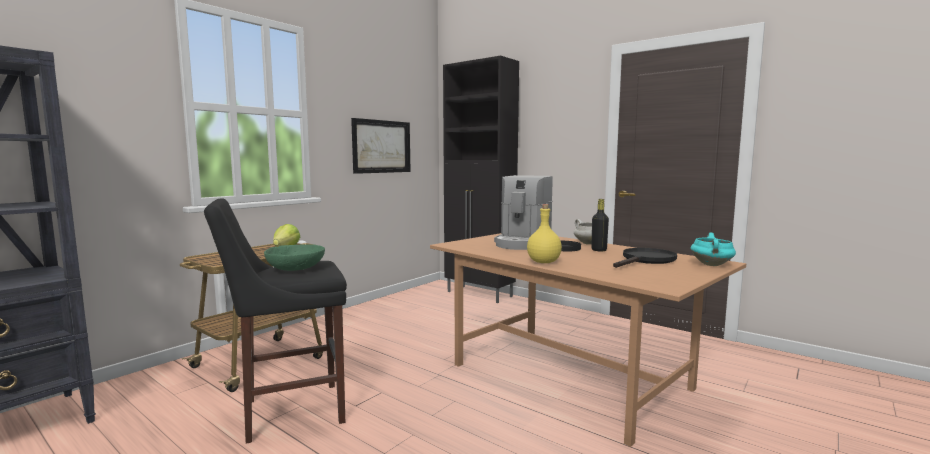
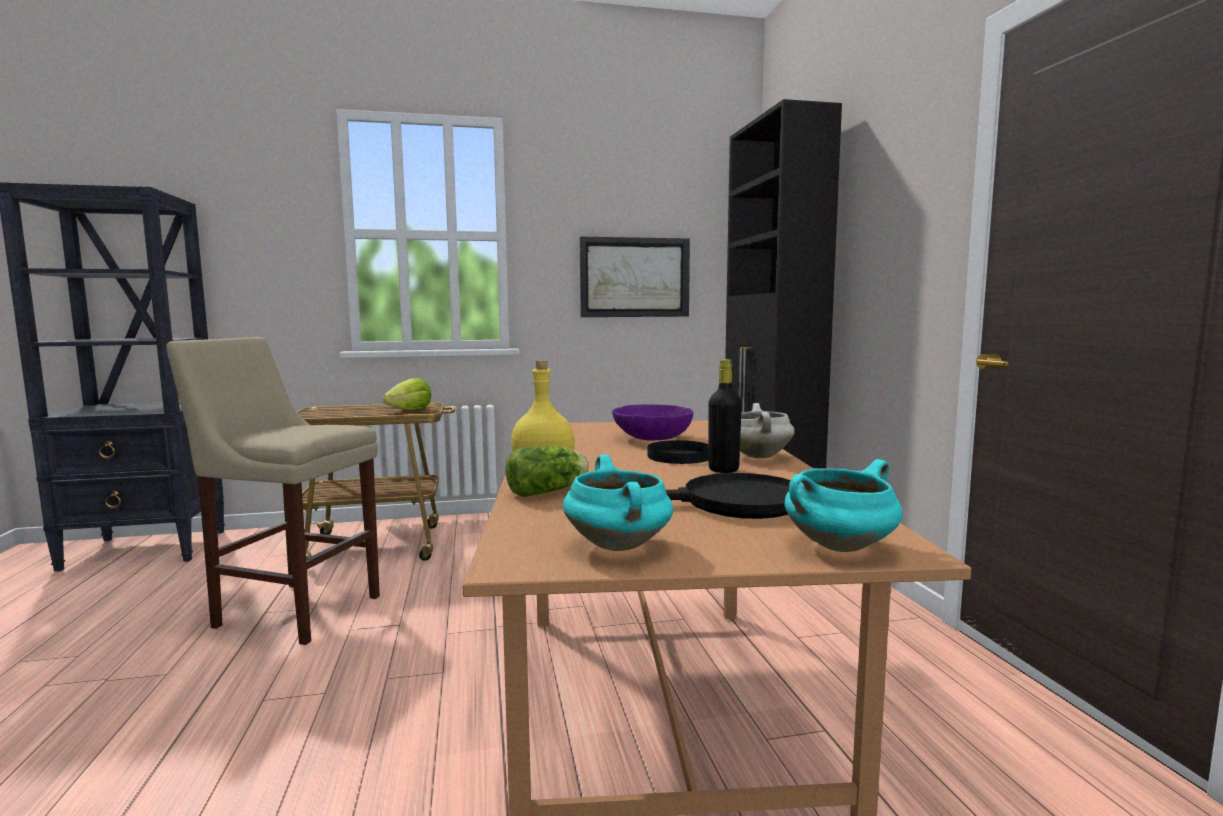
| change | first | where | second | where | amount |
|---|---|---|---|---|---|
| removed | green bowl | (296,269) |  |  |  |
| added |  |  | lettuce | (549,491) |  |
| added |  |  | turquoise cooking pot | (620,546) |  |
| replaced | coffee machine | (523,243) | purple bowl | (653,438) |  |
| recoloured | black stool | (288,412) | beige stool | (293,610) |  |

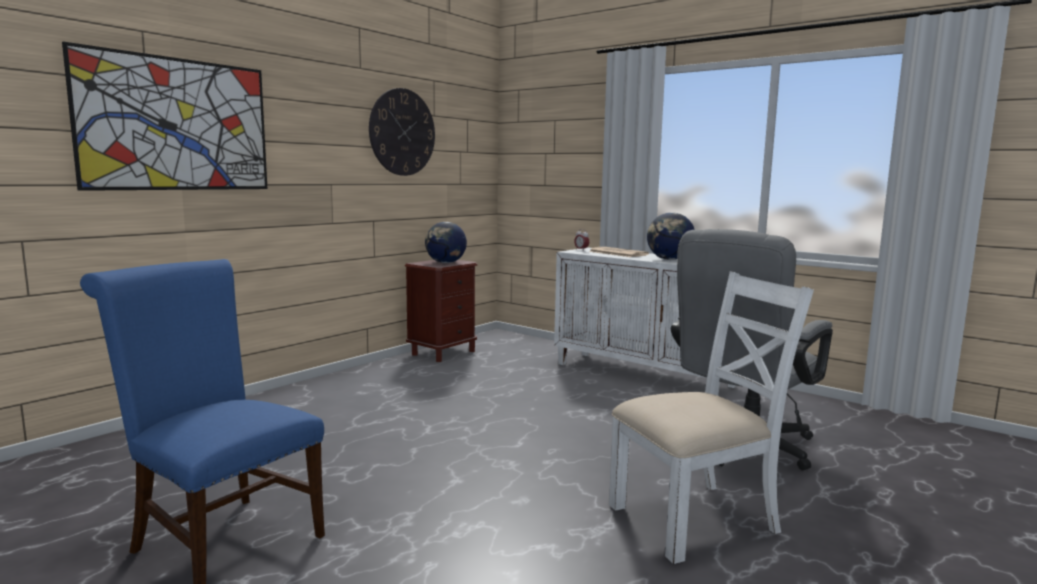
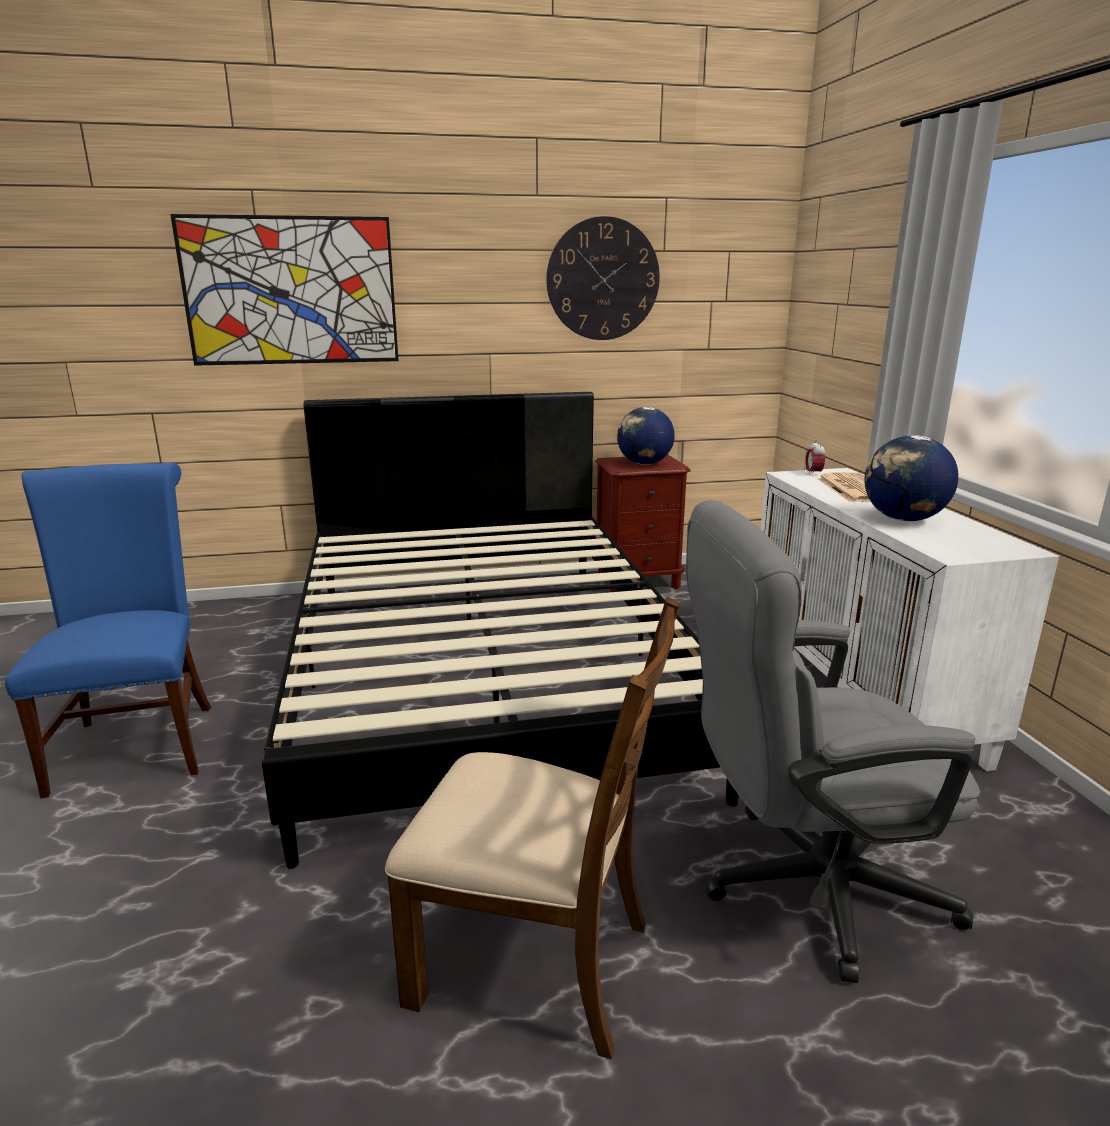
| change | first | where | second | where | amount |
|---|---|---|---|---|---|
| added |  |  | black bed | (485,673) |  |
| recoloured | white chair | (695,518) | brown chair | (534,961) |  |

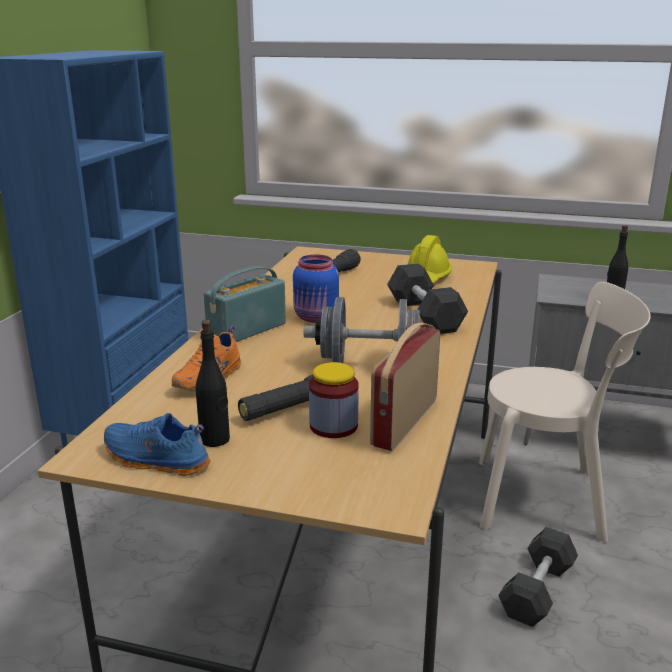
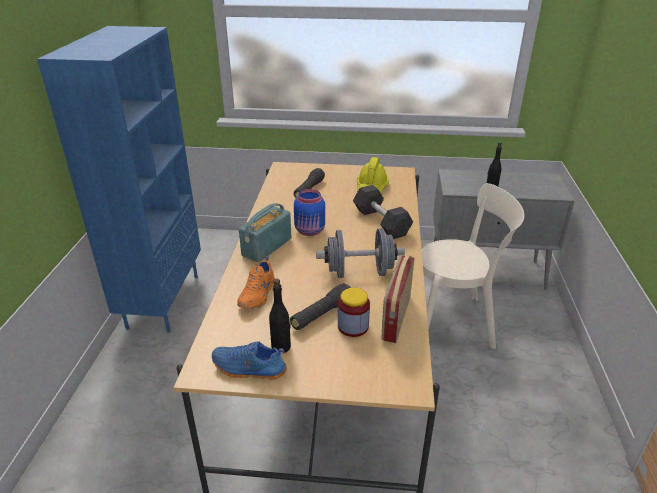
| change | first | where | second | where | amount |
|---|---|---|---|---|---|
| removed | grey dumbbell | (537,590) |  |  |  |

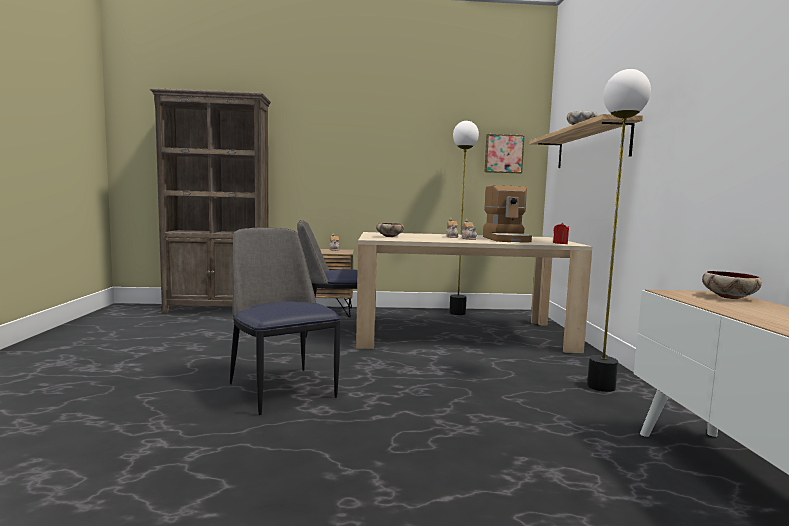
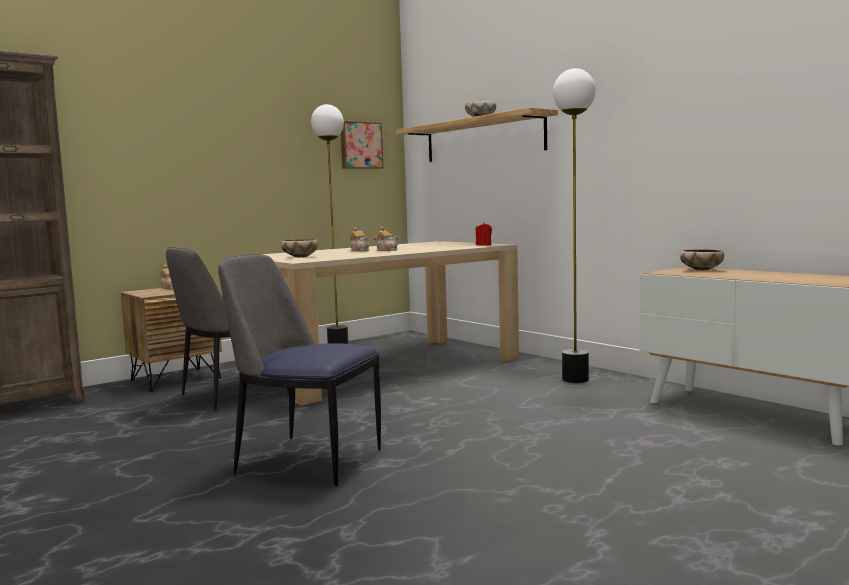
| change | first | where | second | where | amount |
|---|---|---|---|---|---|
| removed | coffee machine | (507,239) |  |  |  |

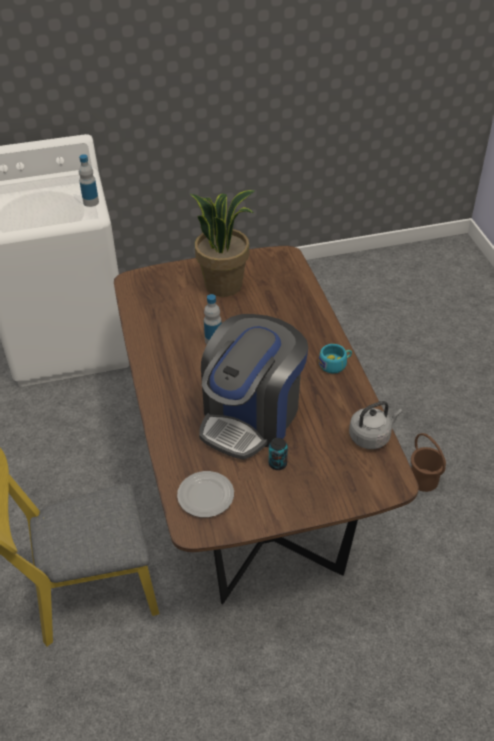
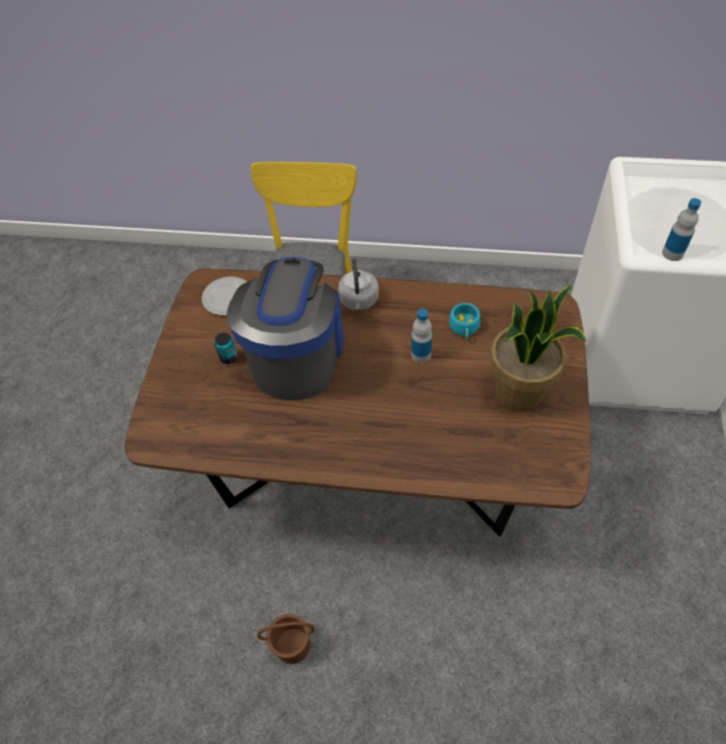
| change | first | where | second | where | amount |
|---|---|---|---|---|---|
| moved | turquoise cup | (335,364) |  | (464,329) |  |
| moved | grey kettle | (371,436) |  | (359,301) |  |
| turned | coffee machine | (251,416) |  | (296,355) | 45 degrees clockwise |

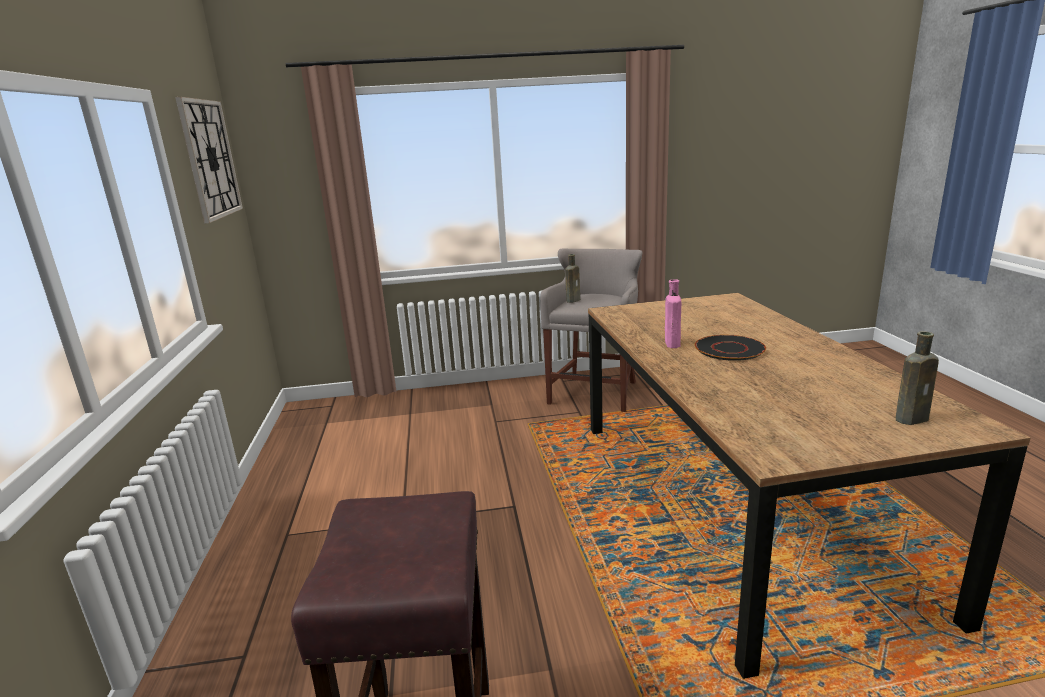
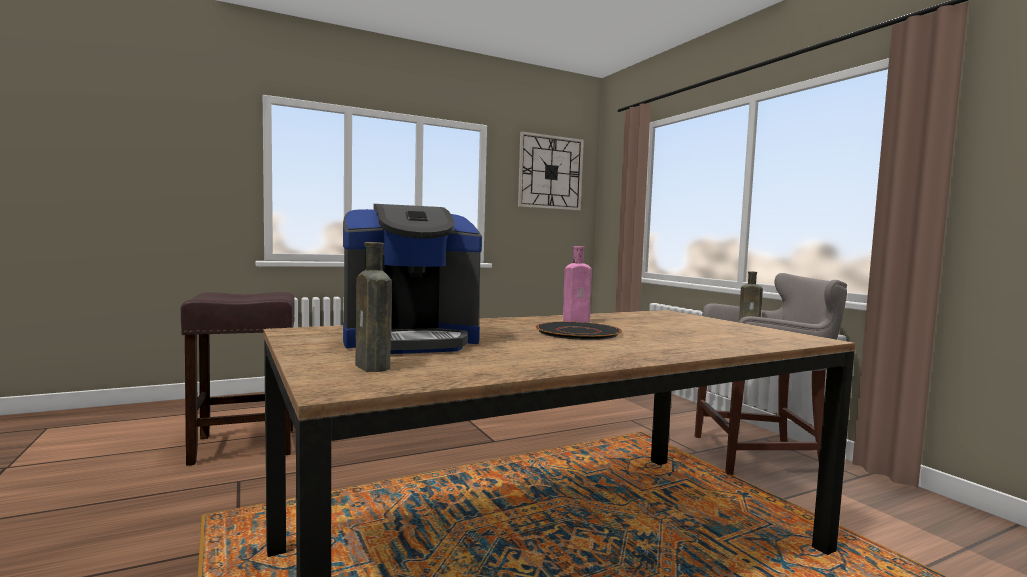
| change | first | where | second | where | amount |
|---|---|---|---|---|---|
| added |  |  | coffee machine | (411,341) |  |

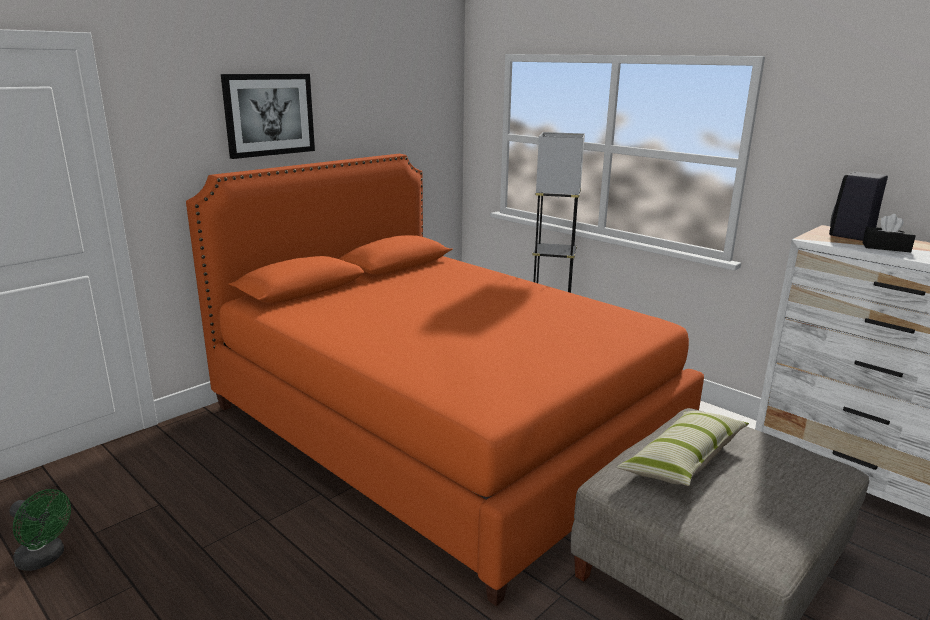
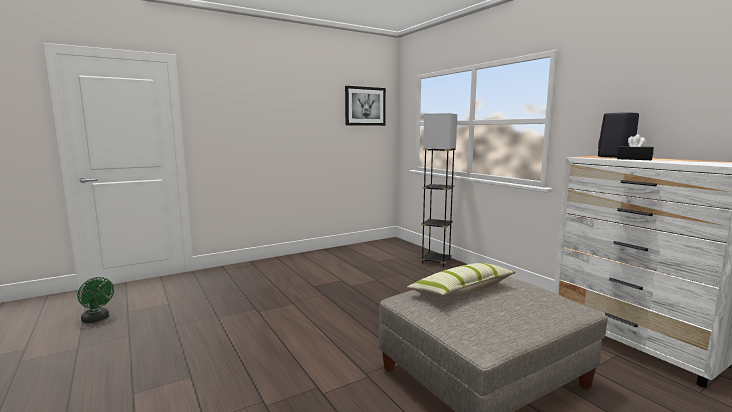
| change | first | where | second | where | amount |
|---|---|---|---|---|---|
| removed | orange bed | (441,427) |  |  |  |
| moved | picture | (269,114) |  | (365,106) |  |

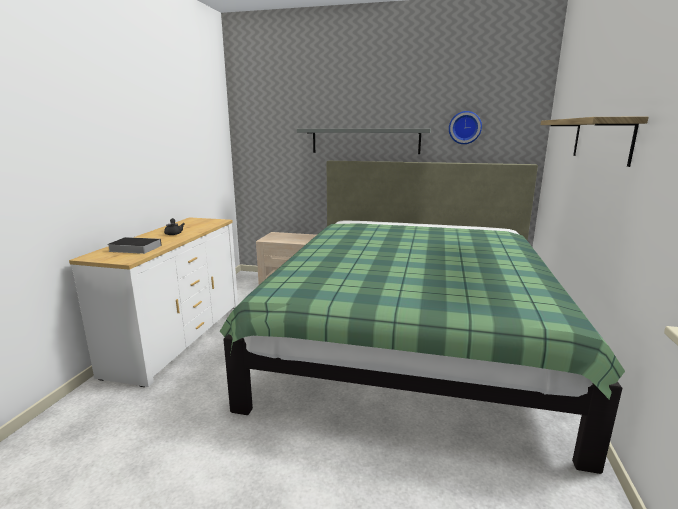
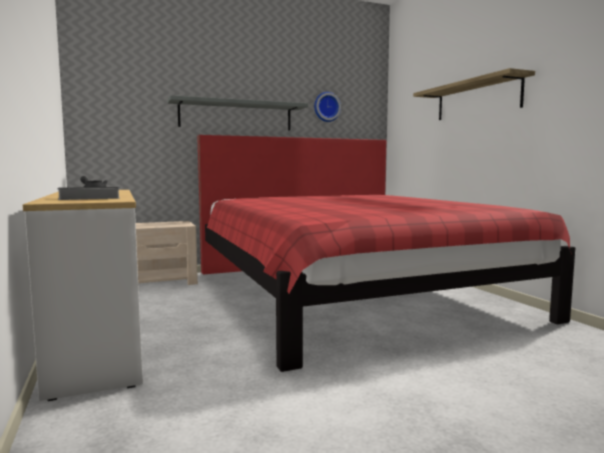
| change | first | where | second | where | amount |
|---|---|---|---|---|---|
| recoloured | green bed | (410,339) | red bed | (350,293) |  |

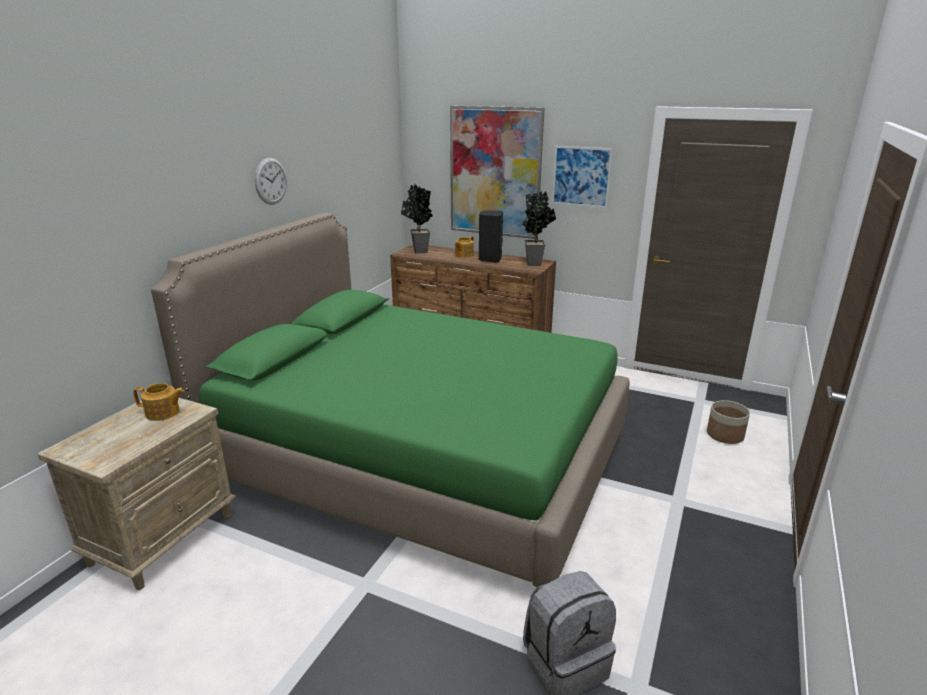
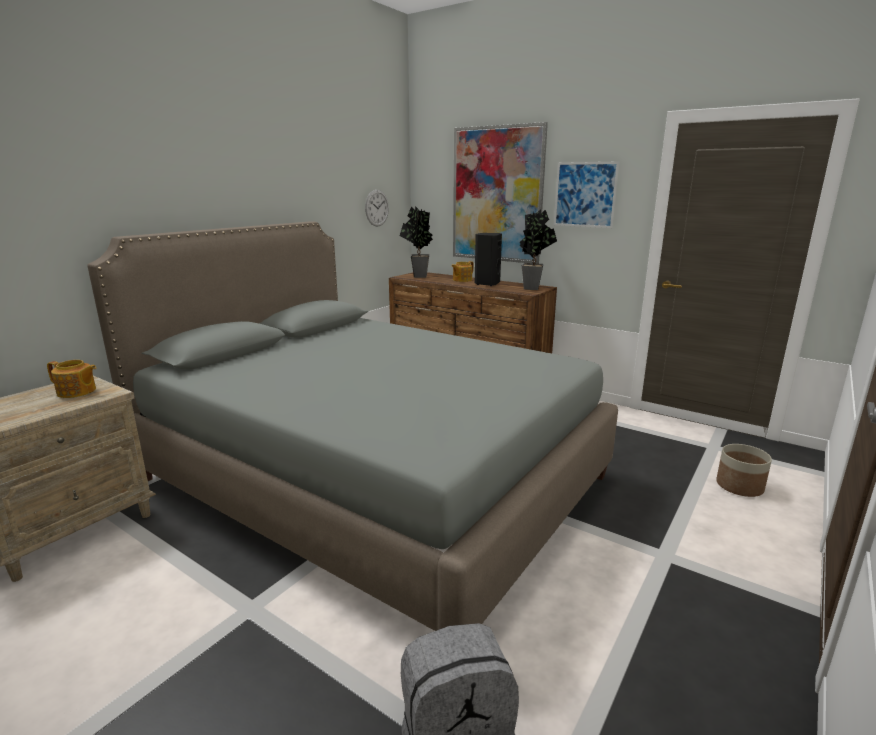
| change | first | where | second | where | amount |
|---|---|---|---|---|---|
| moved | wall clock | (271,181) |  | (377,208) |  |
| recoloured | green bed | (421,459) | grey bed | (373,478) |  |

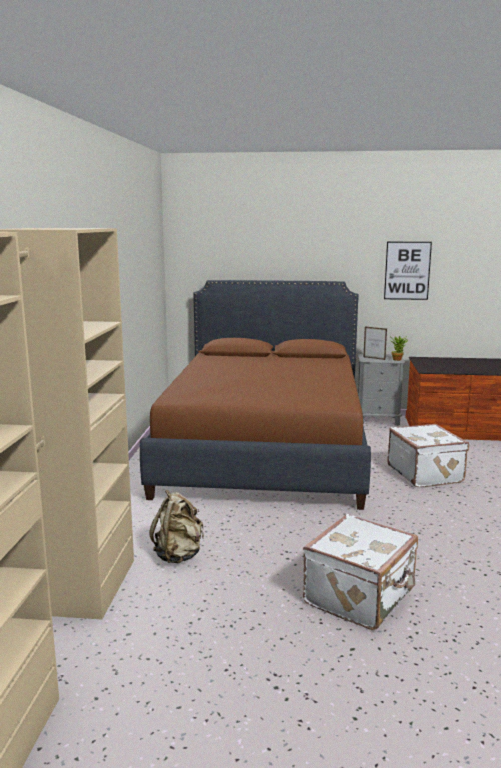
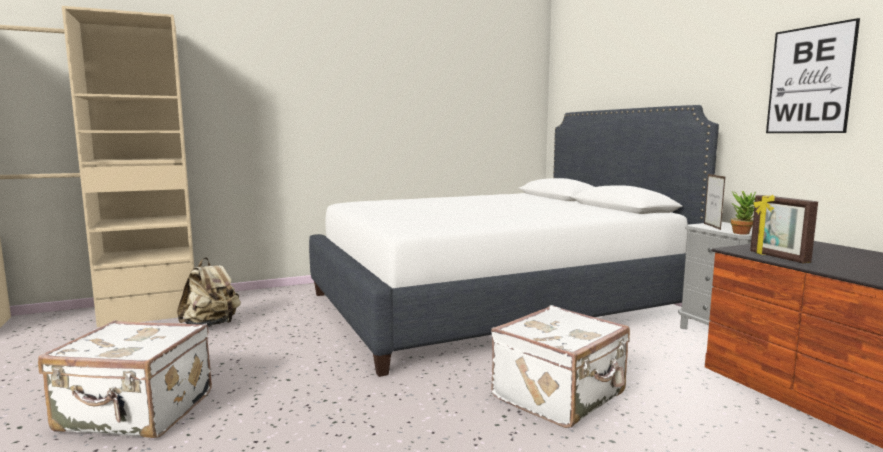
| change | first | where | second | where | amount |
|---|---|---|---|---|---|
| added |  |  | picture frame | (778,257) |  |
| recoloured | brown bed | (265,450) | white bed | (495,305) |  |

